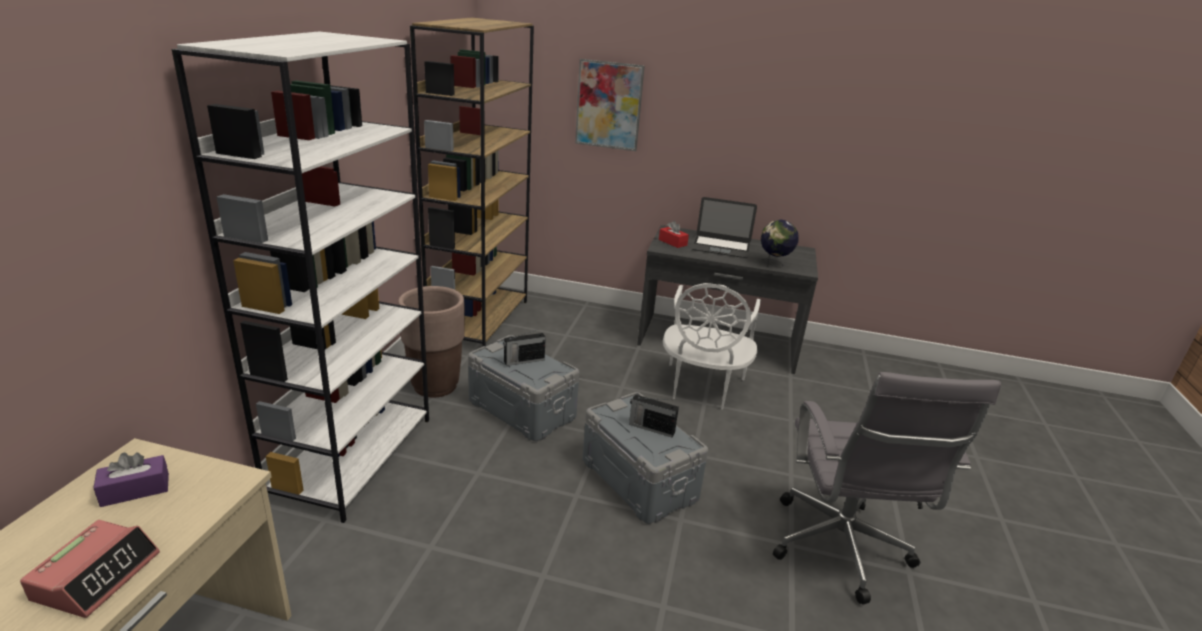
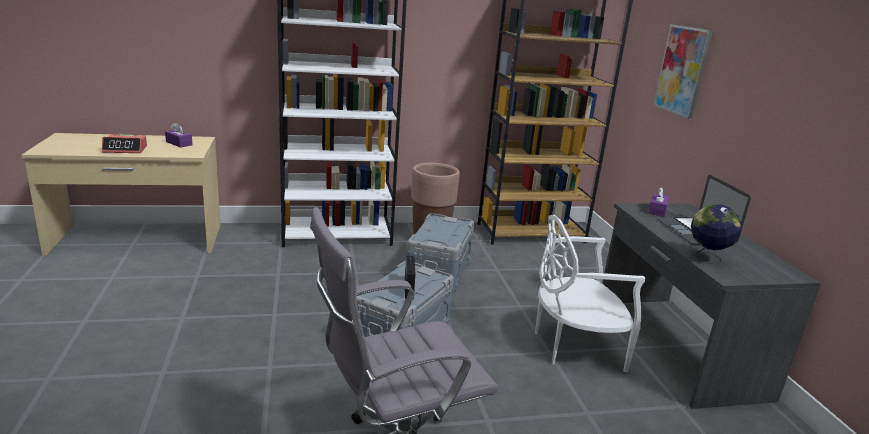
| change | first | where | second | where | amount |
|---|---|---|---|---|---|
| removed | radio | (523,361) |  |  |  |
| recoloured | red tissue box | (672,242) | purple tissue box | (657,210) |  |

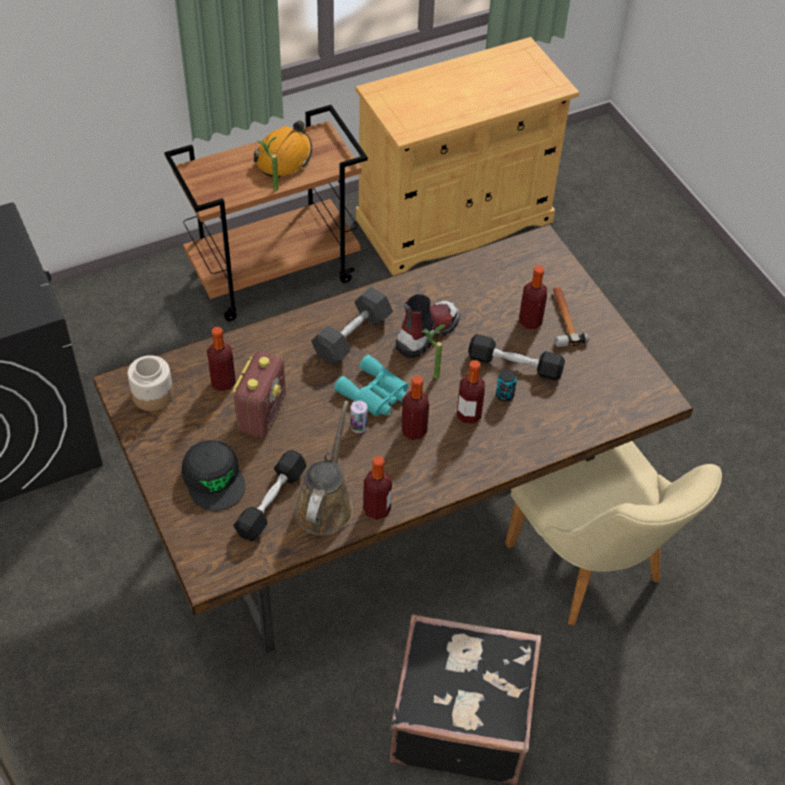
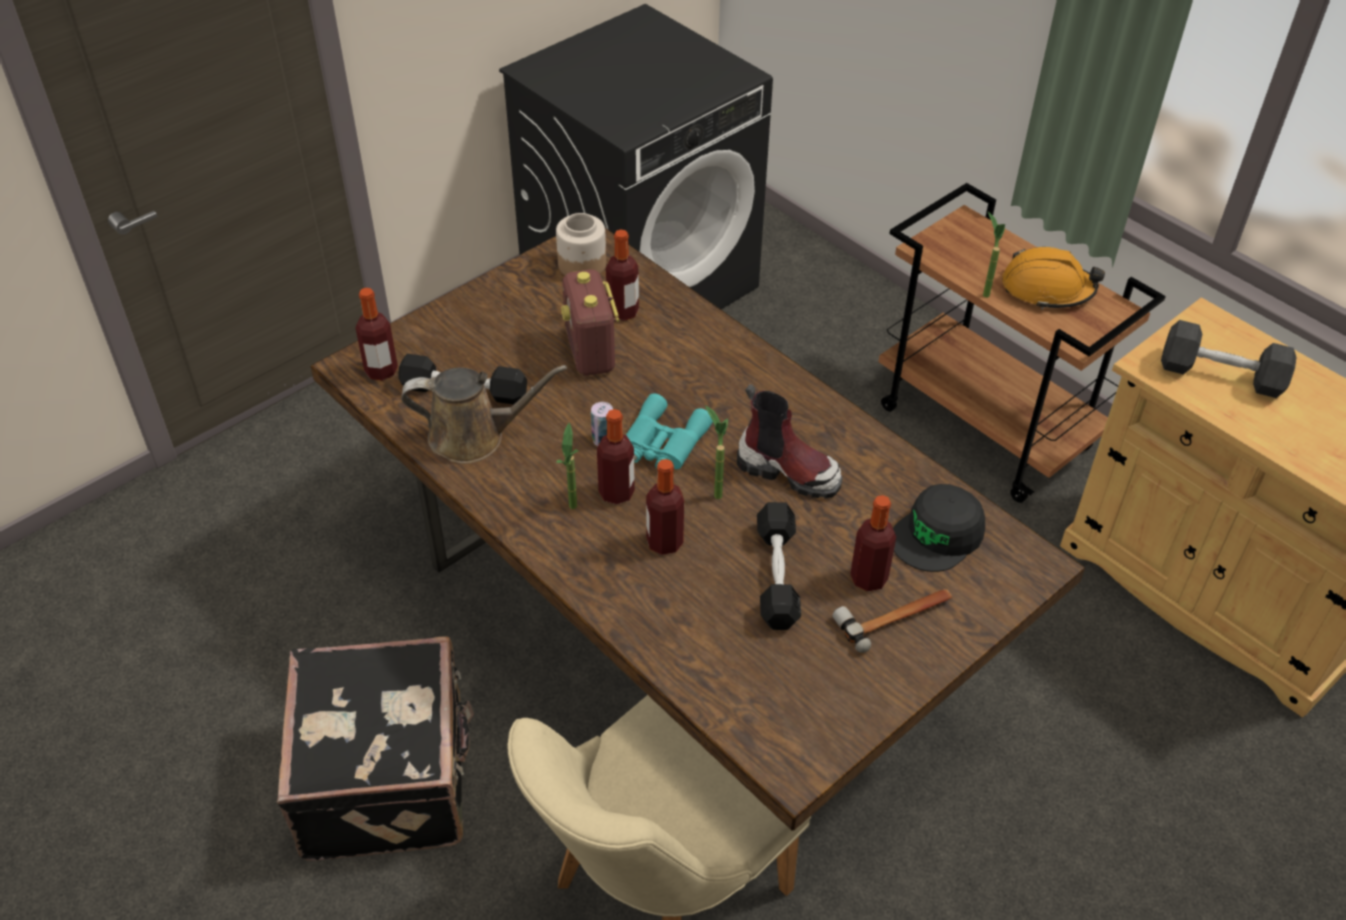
| change | first | where | second | where | amount |
|---|---|---|---|---|---|
| removed | can | (504,395) |  |  |  |
| added |  |  | potted plant | (574,512) |  |
| moved | black cap | (214,479) |  | (938,535) |  |
| moved | black dumbbell | (352,337) |  | (1221,375) |  |
| moved | bottle | (376,510) |  | (381,371) |  |
| turned | radio | (262,413) |  | (590,353) | 75 degrees clockwise |

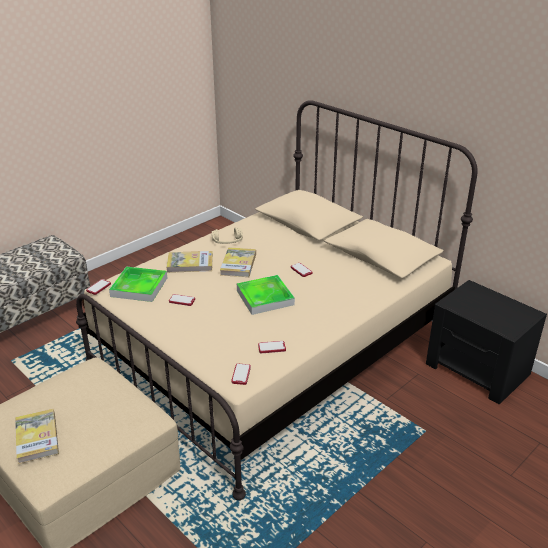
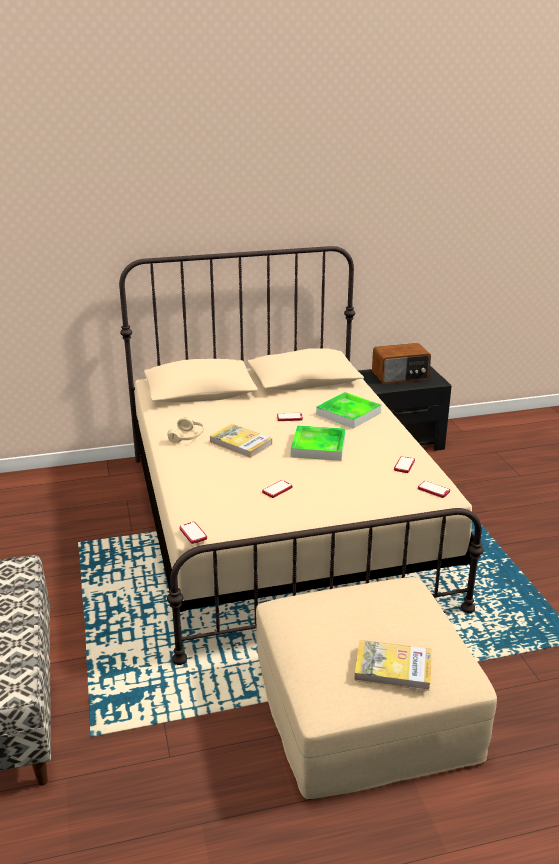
| change | first | where | second | where | amount |
|---|---|---|---|---|---|
| removed | book | (190,264) |  |  |  |
| added |  |  | radio | (400,376) |  |
| moved | tray | (139,287) |  | (348,413) |  |

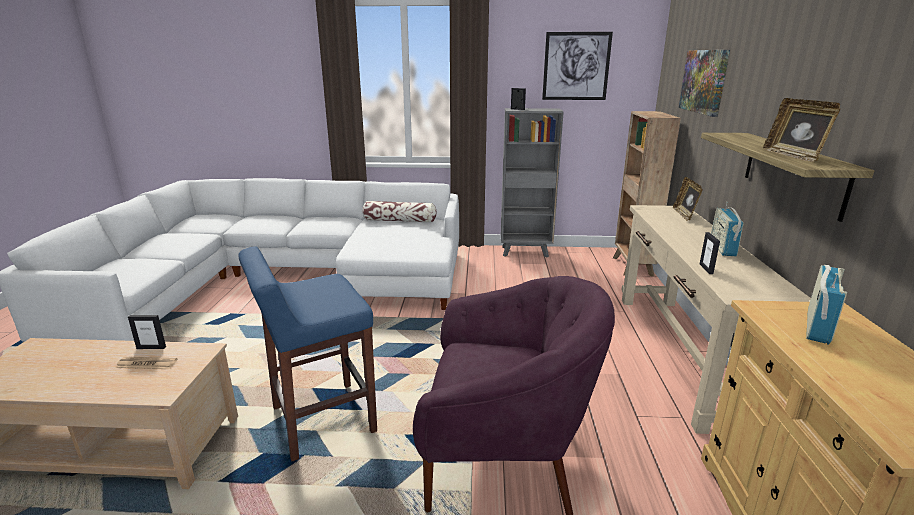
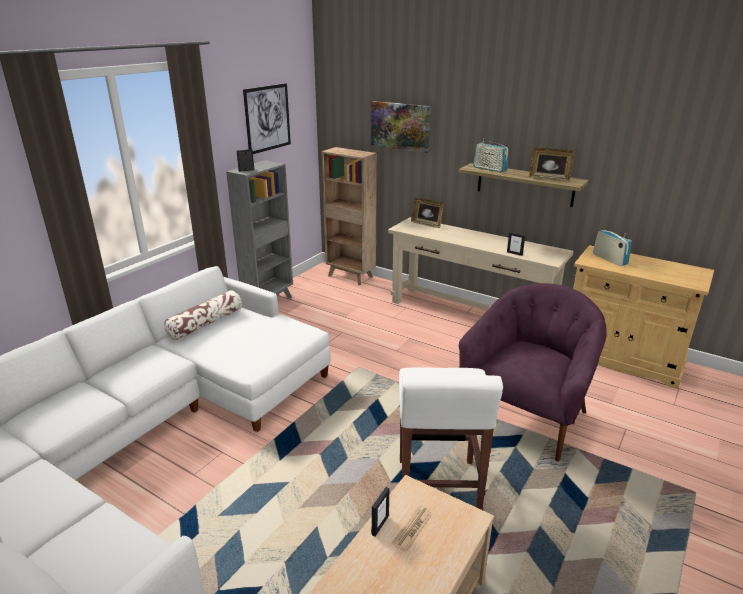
| change | first | where | second | where | amount |
|---|---|---|---|---|---|
| moved | radio | (722,248) |  | (489,169) |  |
| recoloured | blue stool | (321,420) | white stool | (438,487) |  |

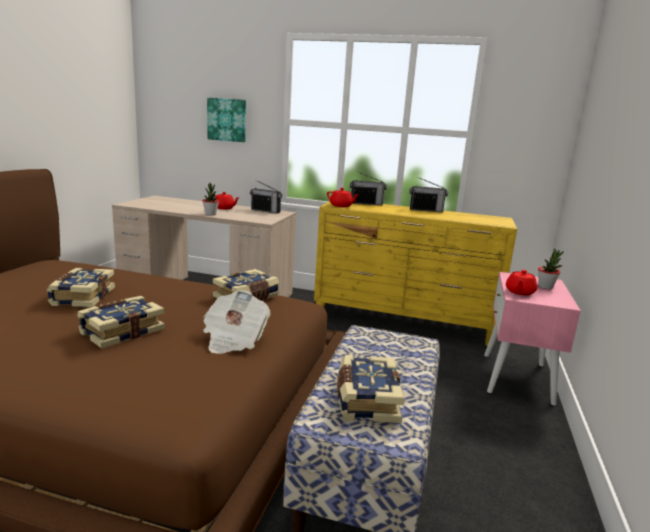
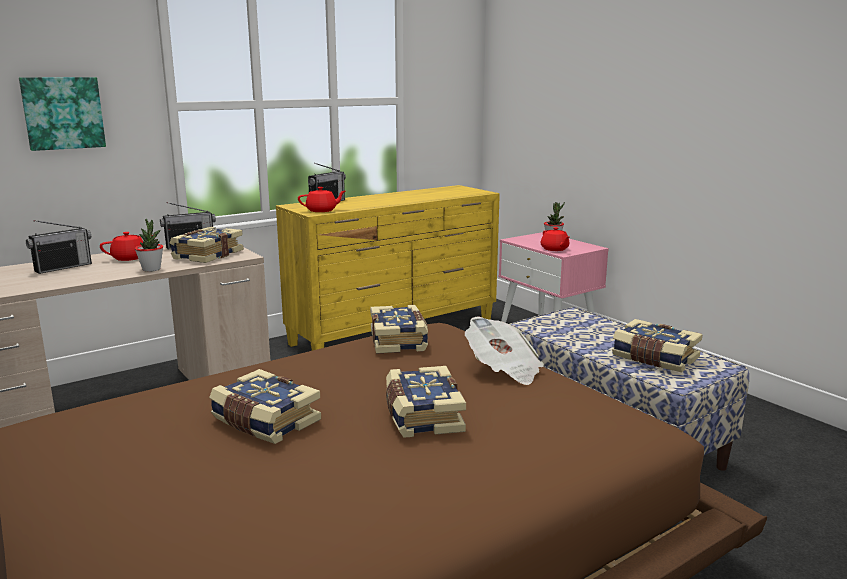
| change | first | where | second | where | amount |
|---|---|---|---|---|---|
| added |  |  | book | (207,255) |  |
| moved | radio | (426,210) |  | (63,267) |  |

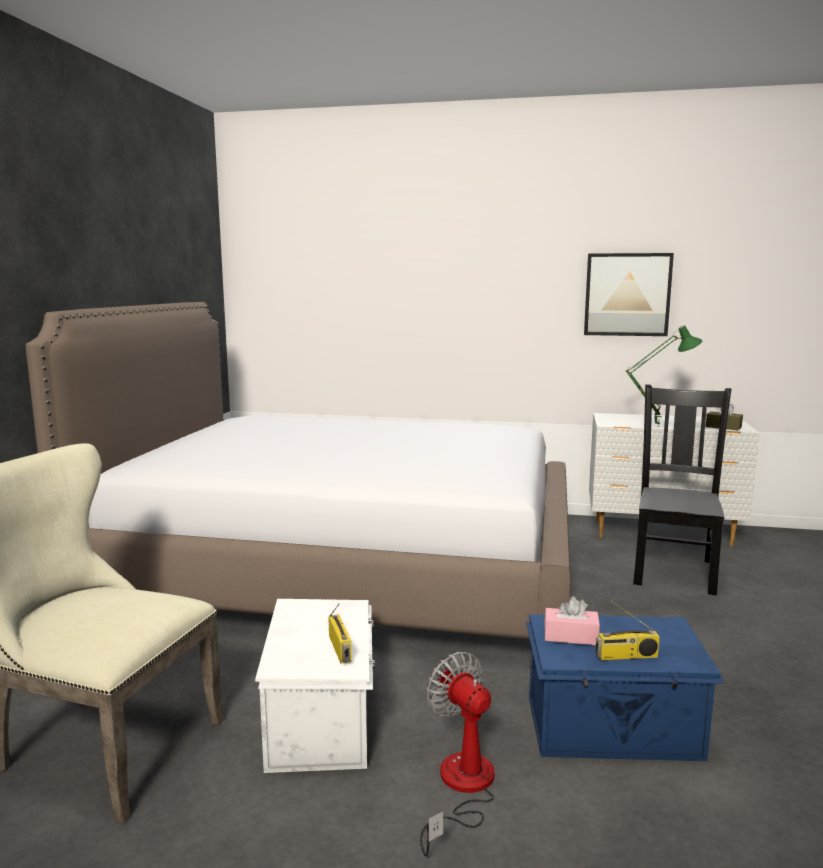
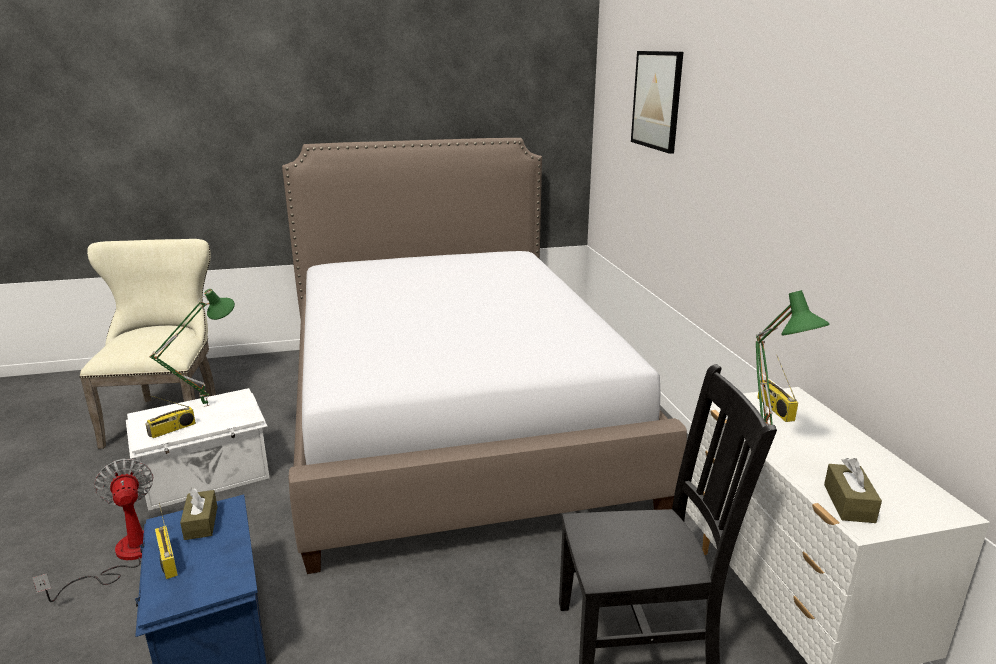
| change | first | where | second | where | amount |
|---|---|---|---|---|---|
| added |  |  | green table lamp | (206,405) |  |
| added |  |  | radio | (774,408) |  |
| moved | picture | (627,294) |  | (657,100) |  |
| recoloured | pink tissue box | (570,636) | brown tissue box | (201,523) |  |
| turned | fan | (461,788) |  | (124,556) | 60 degrees counterclockwise |

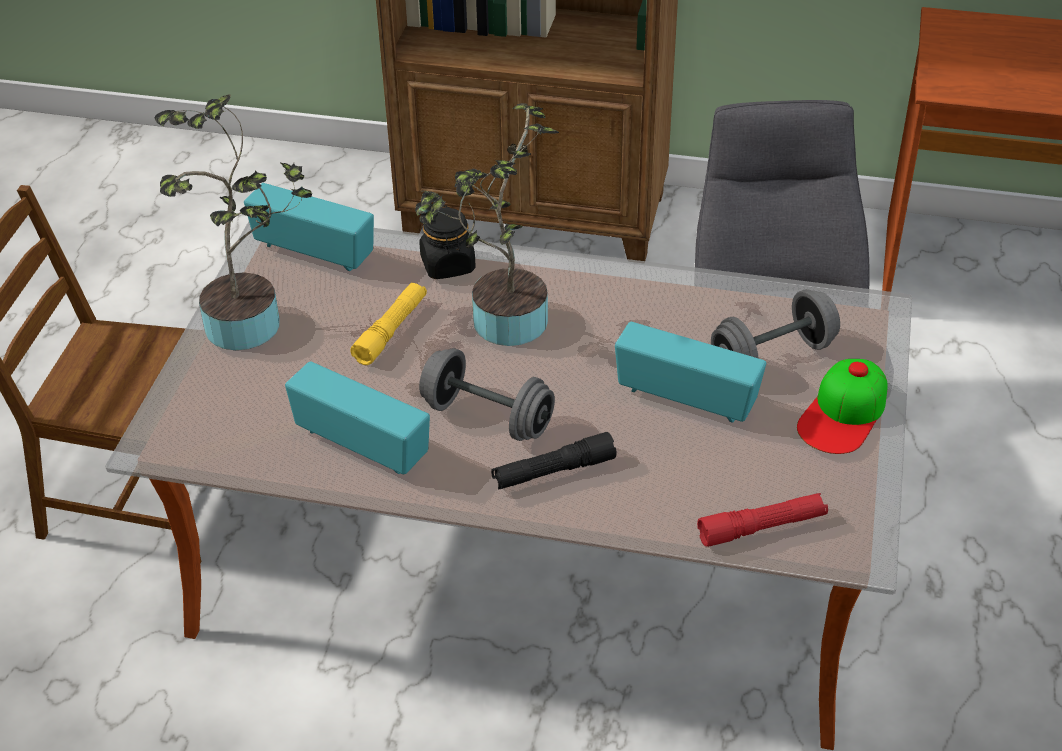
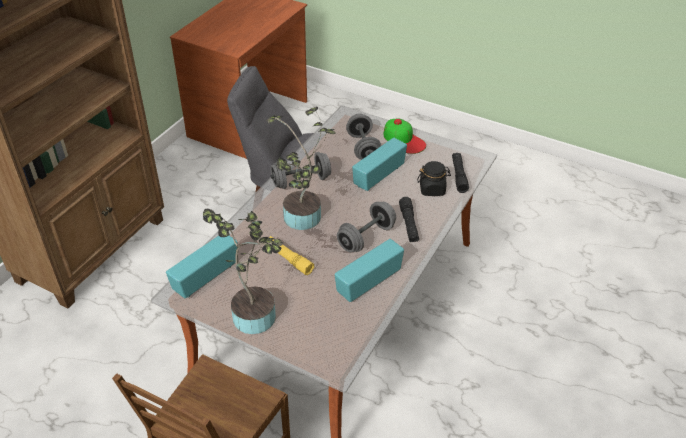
| change | first | where | second | where | amount |
|---|---|---|---|---|---|
| added |  |  | grey dumbbell | (301,181) |  |
| moved | black jar | (448,265) |  | (432,189) |  |
| recoloured | red flashlight | (762,527) | black flashlight | (459,176) |  |

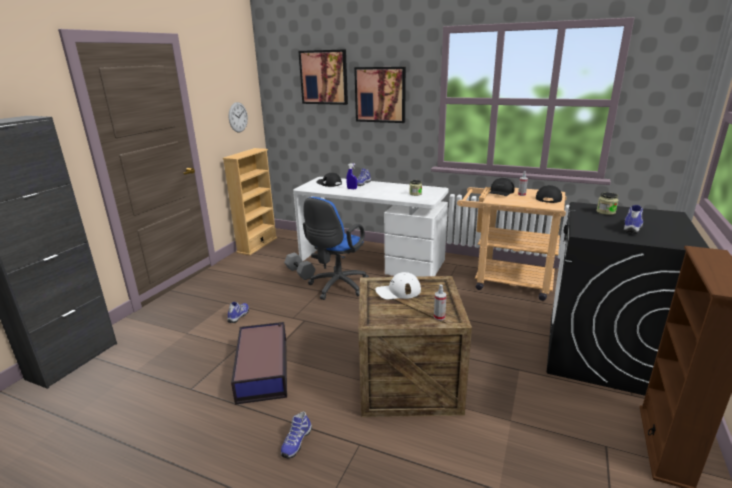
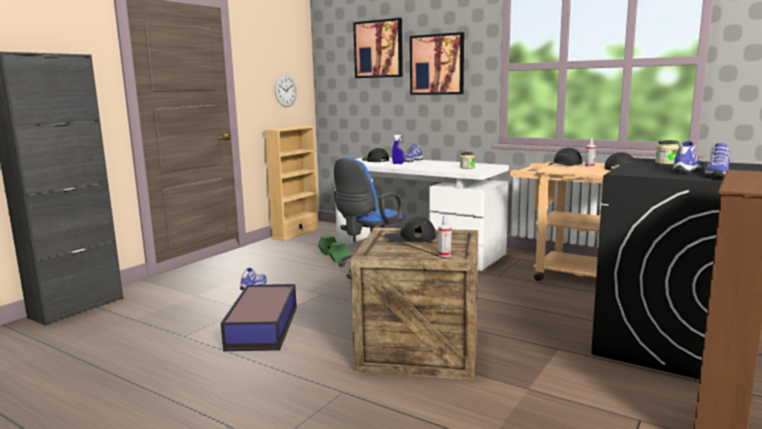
| change | first | where | second | where | amount |
|---|---|---|---|---|---|
| moved | shoe | (296,442) |  | (716,175) |  |
| recoloured | grey dumbbell | (300,272) | green dumbbell | (334,257) |  |
| recoloured | white cap | (398,291) | black cap | (410,237) |  |

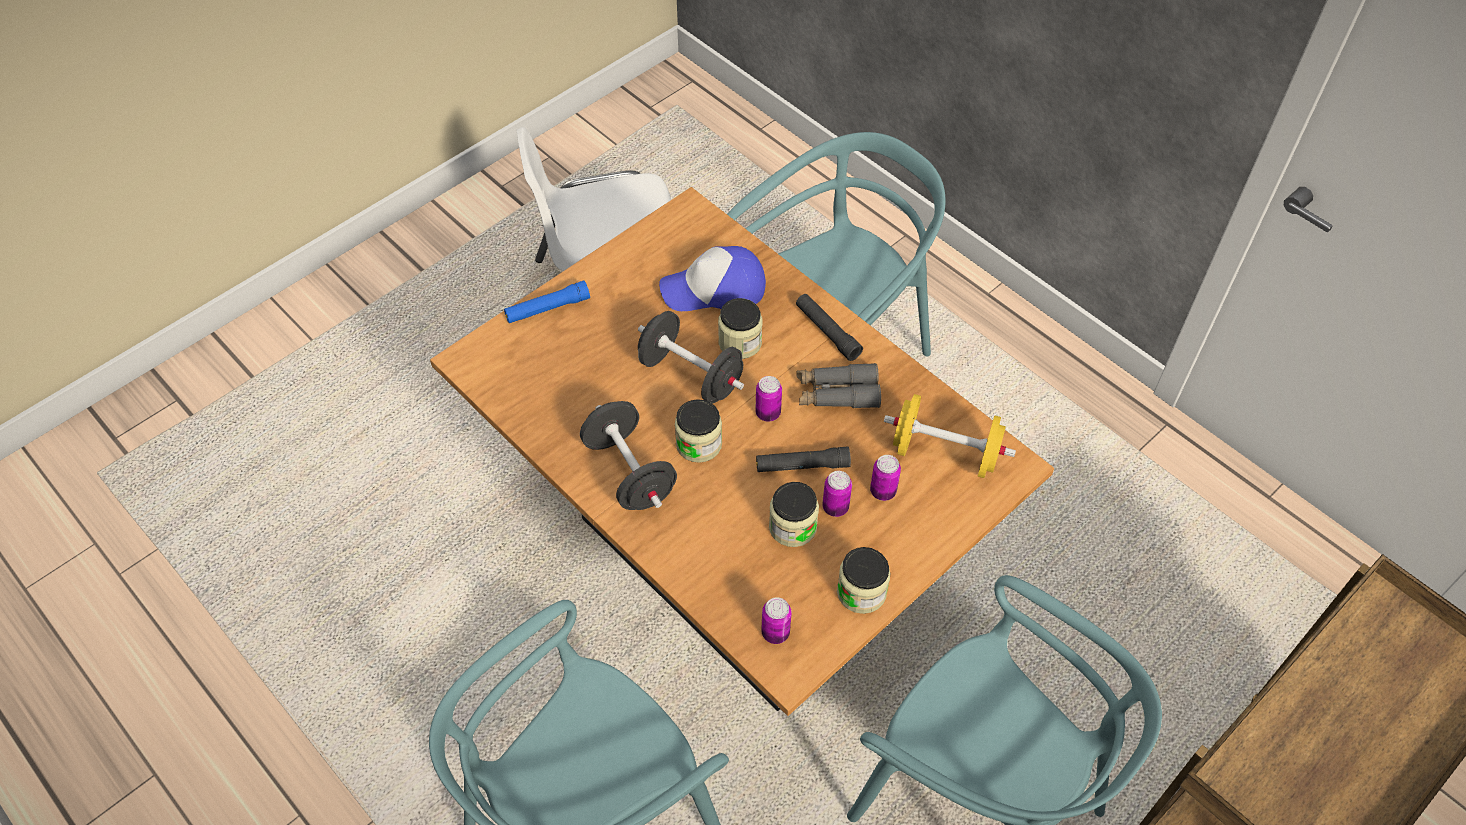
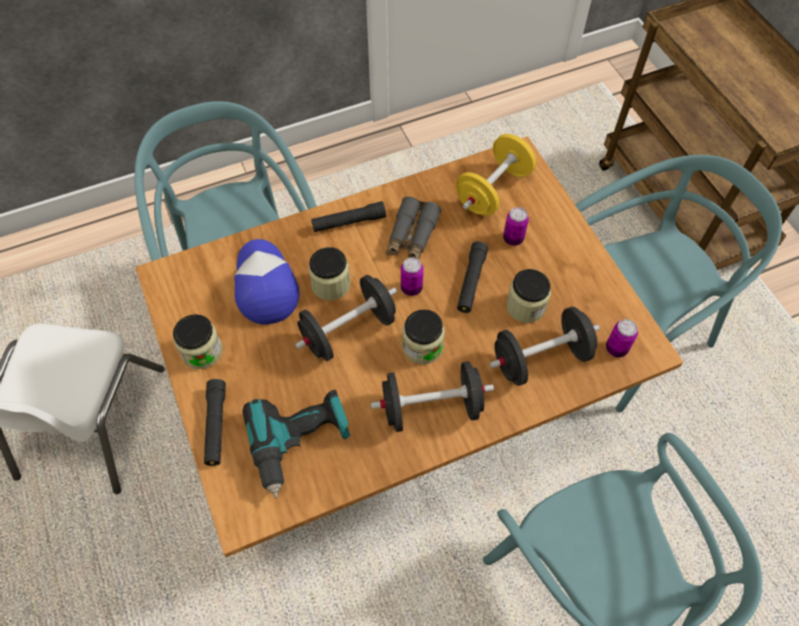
| change | first | where | second | where | amount |
|---|---|---|---|---|---|
| removed | can | (835,507) |  |  |  |
| added |  |  | power drill | (300,442) |  |
| added |  |  | black dumbbell | (540,358) |  |
| moved | jar | (861,592) |  | (202,351) |  |
| recoloured | blue flashlight | (547,308) | black flashlight | (216,425) |  |
| turned | cap | (714,290) |  | (264,285) | 150 degrees clockwise |

